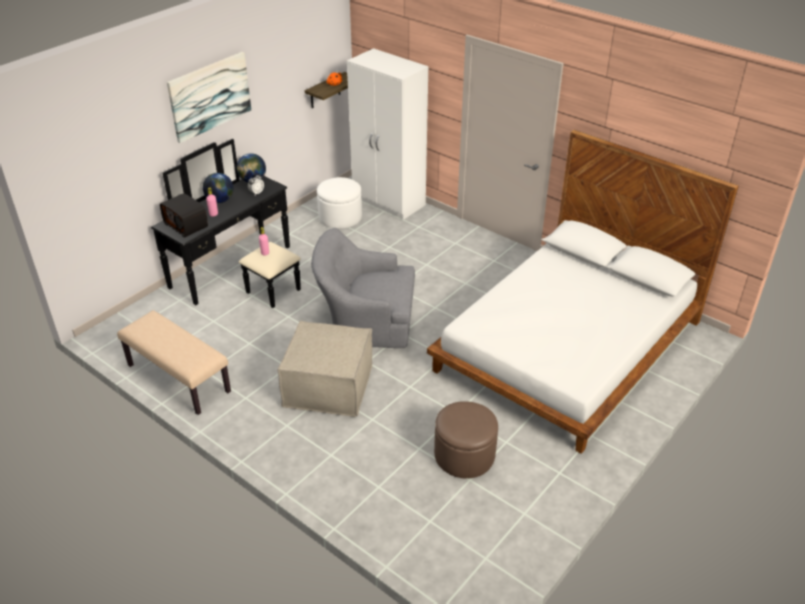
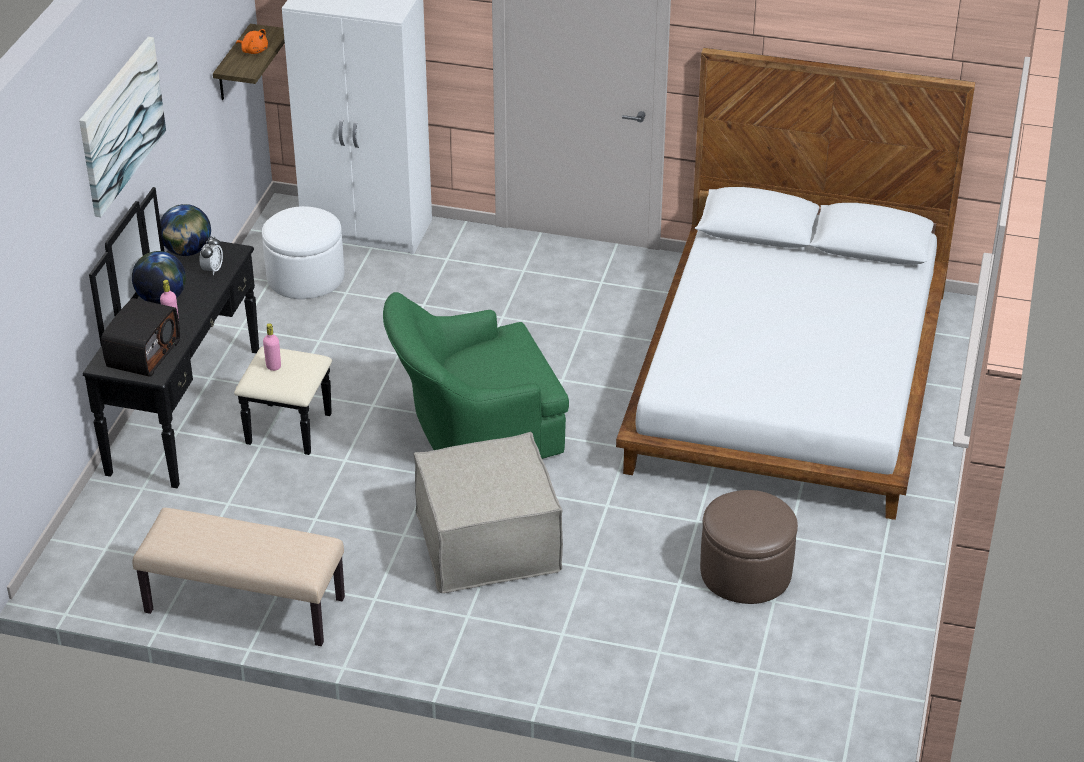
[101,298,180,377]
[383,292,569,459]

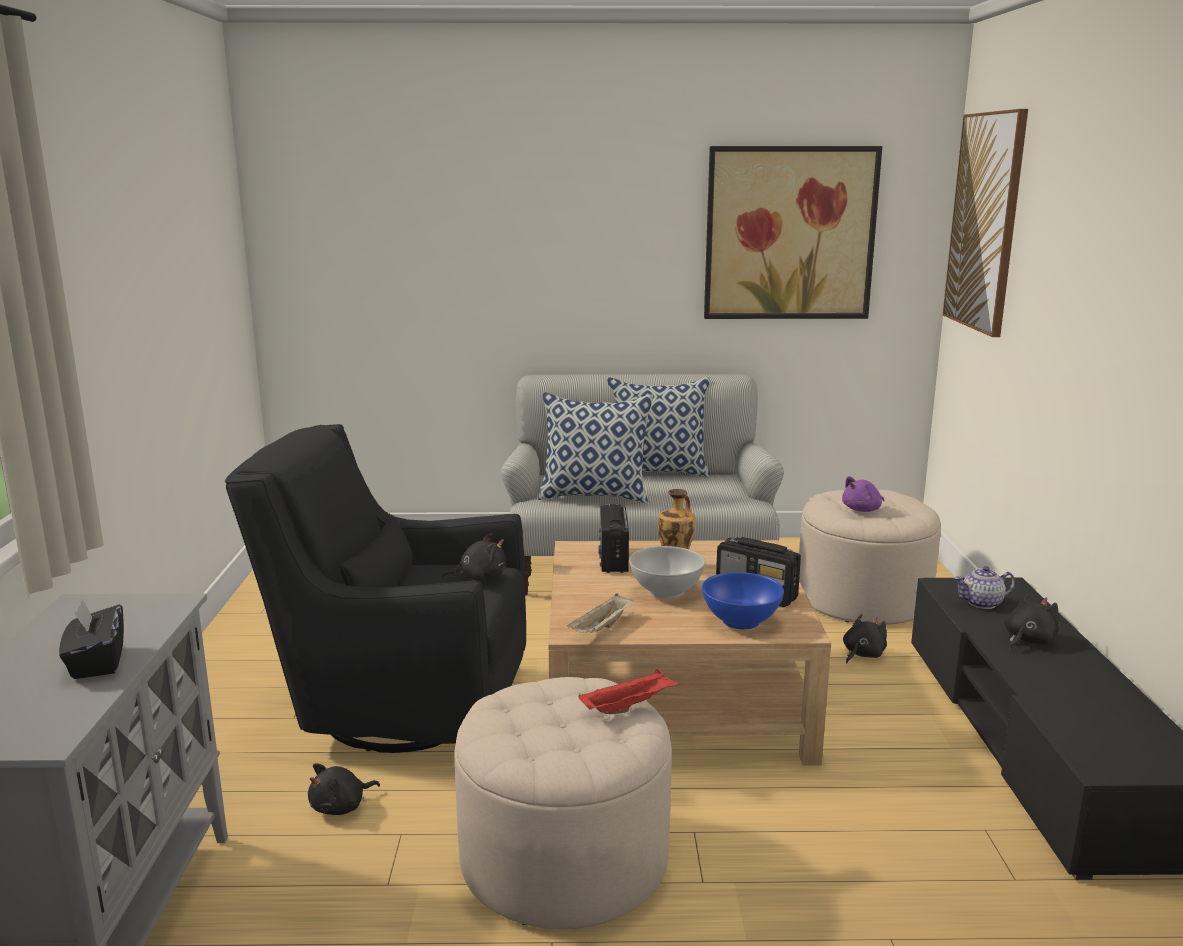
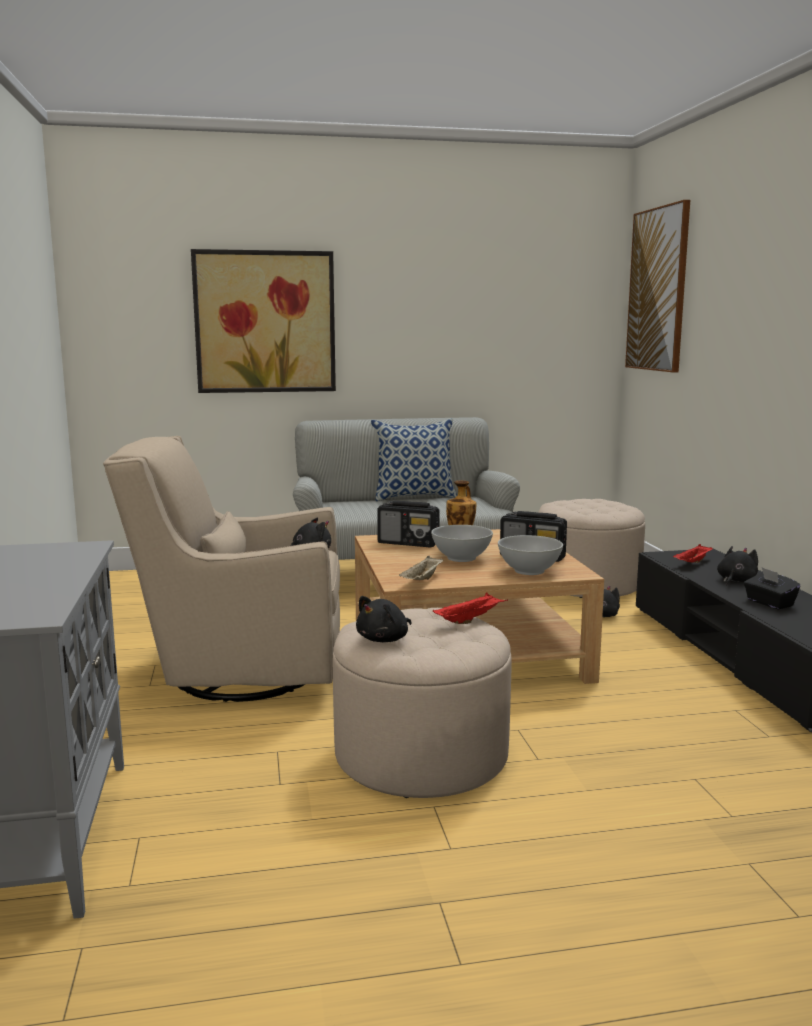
[744,568,800,610]
[103,436,340,702]
[356,596,411,642]
[538,392,653,504] (first image)
[377,501,440,548]
[498,535,563,575]
[191,249,336,393]
[842,476,884,512] (first image)
[673,544,713,563]

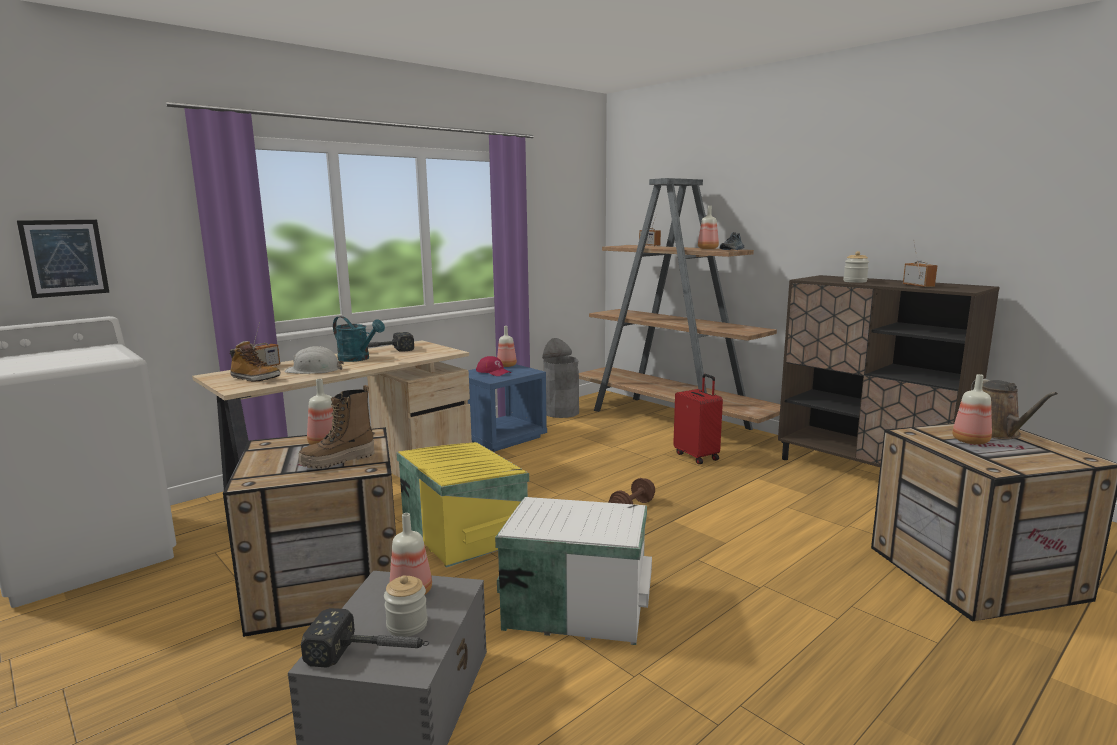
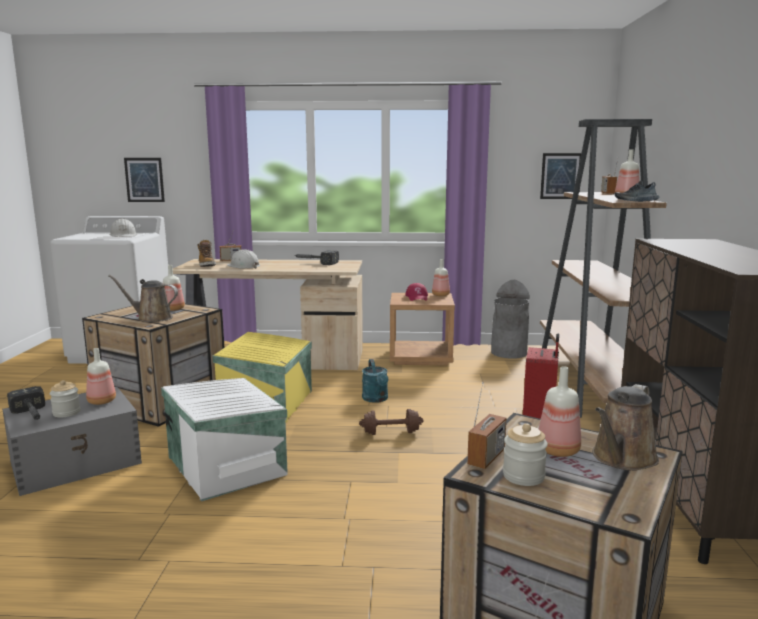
[108,275,178,322]
[362,359,388,403]
[390,293,455,366]
[503,423,548,486]
[467,382,506,469]
[109,219,137,237]
[540,153,581,199]

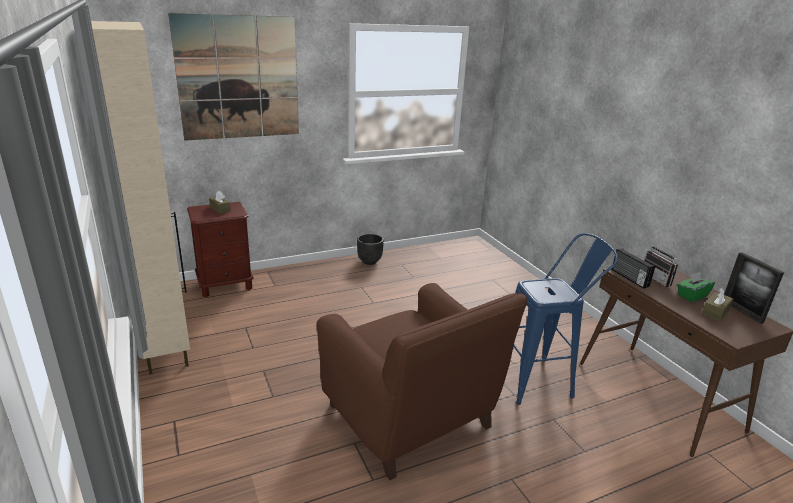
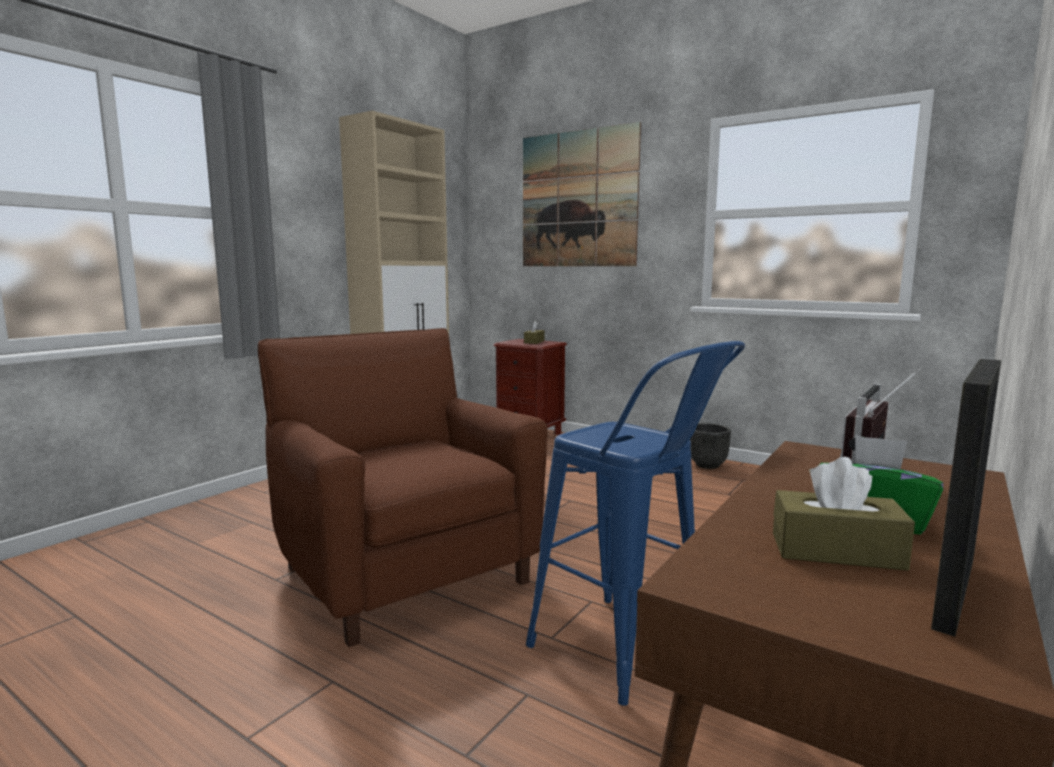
[258,328,547,647]
[612,248,655,289] (first image)

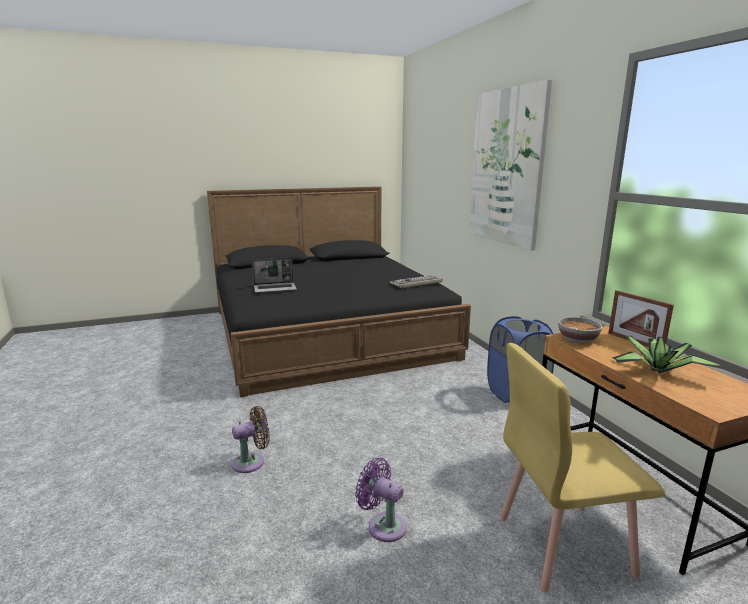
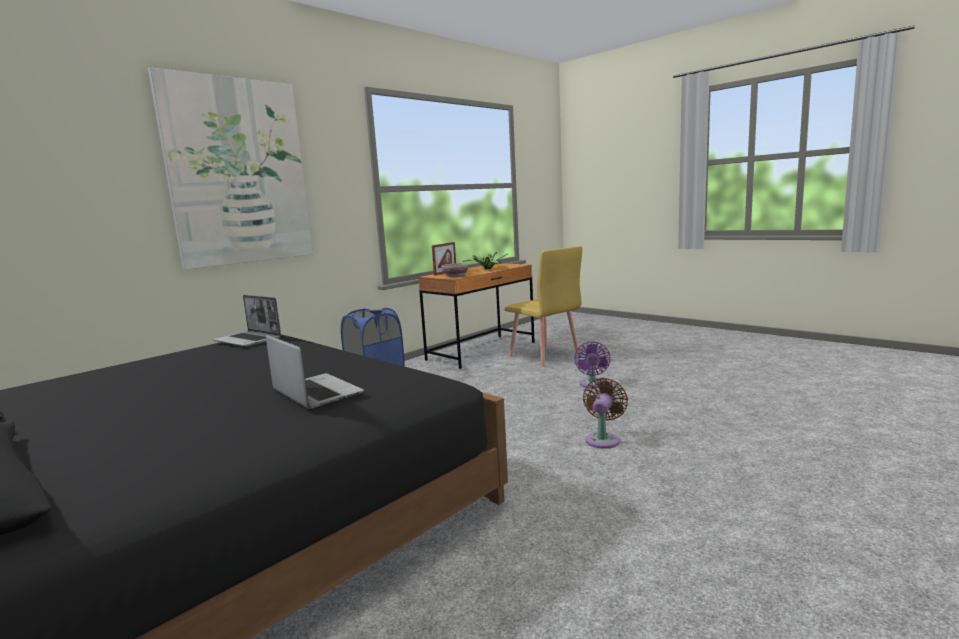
[583,378,628,449]
[212,295,281,347]

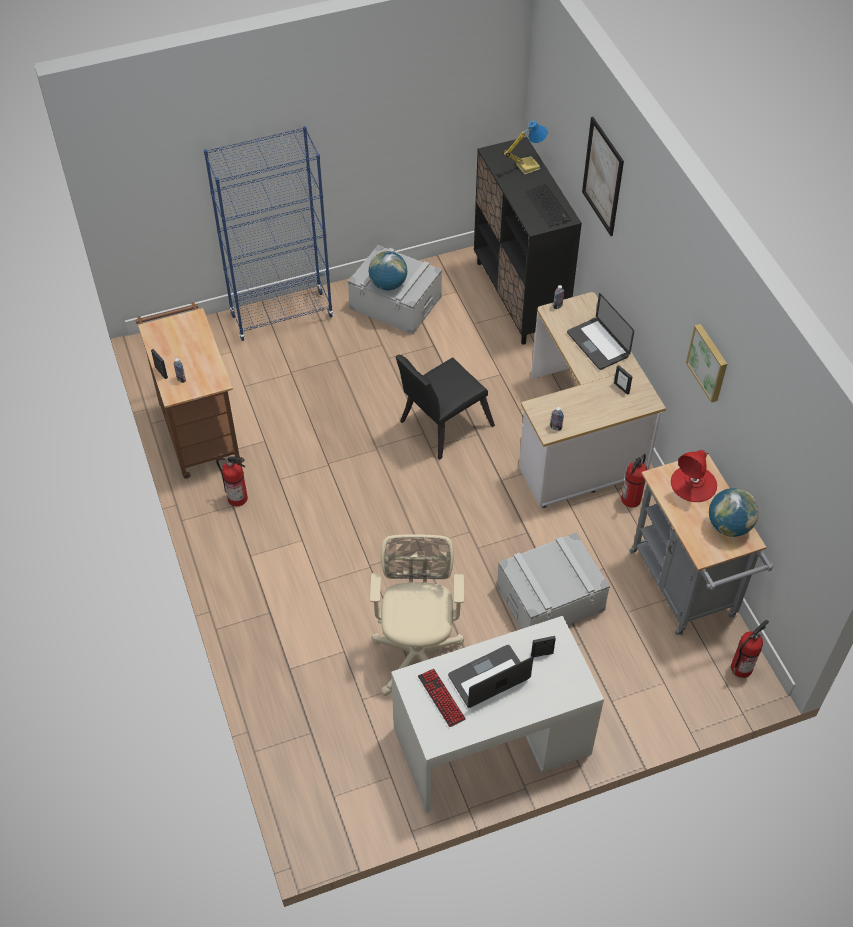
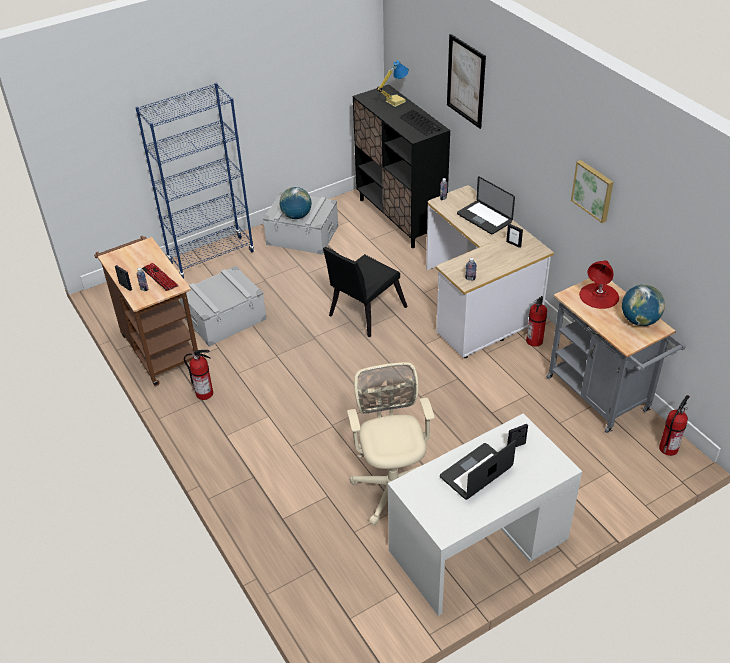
[141,263,179,291]
[180,266,267,347]

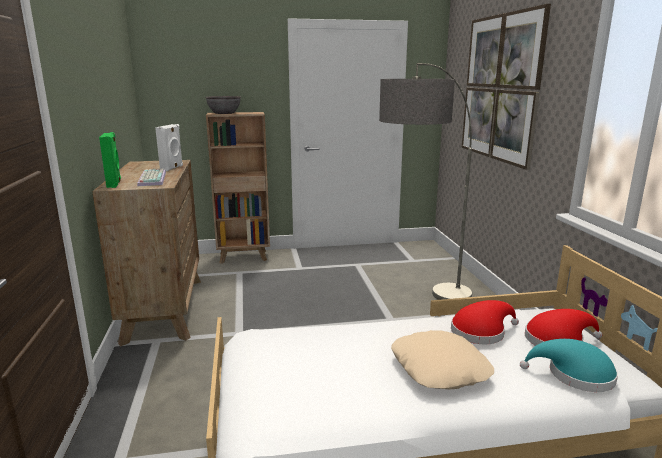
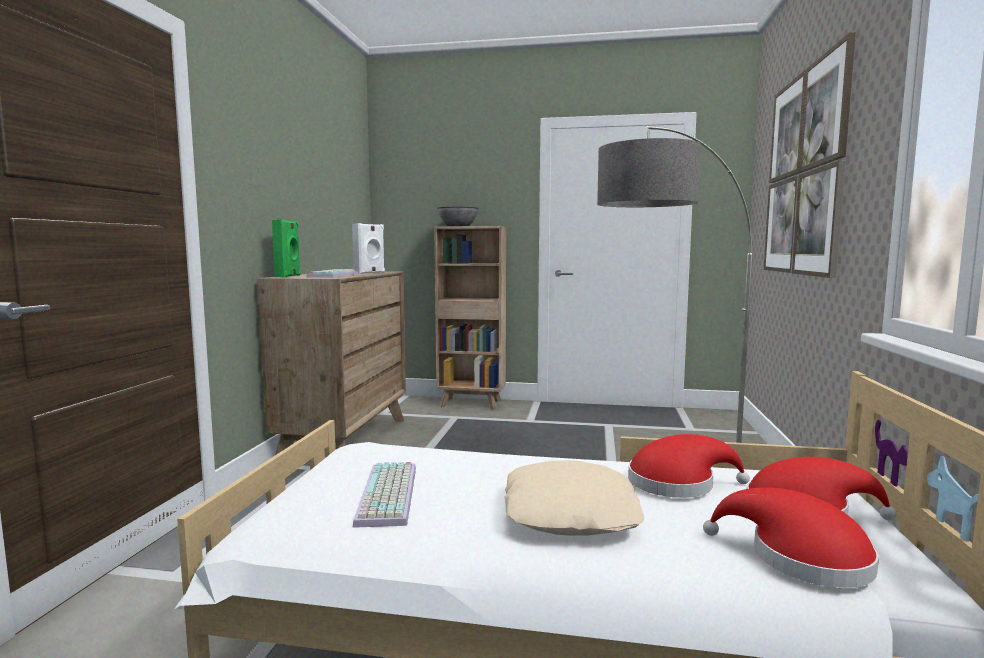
[703,487,879,588]
[352,462,416,528]

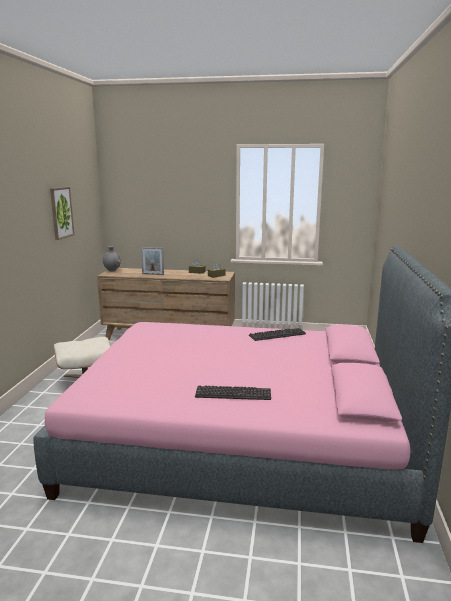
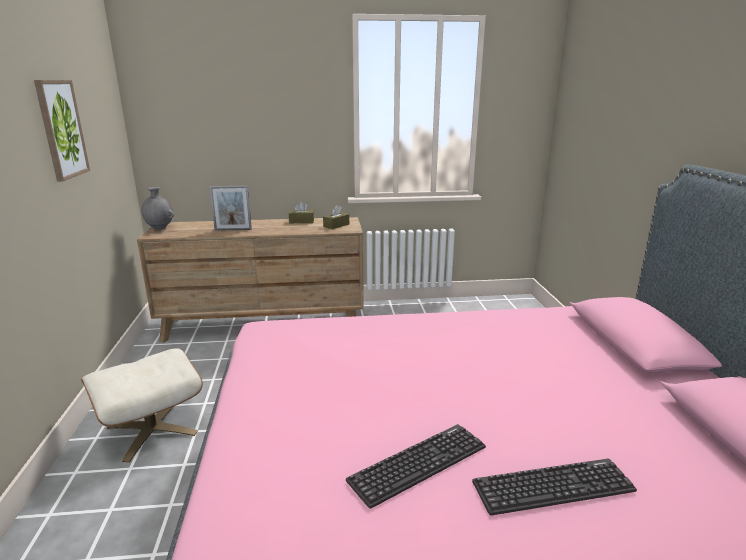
[346,424,486,509]

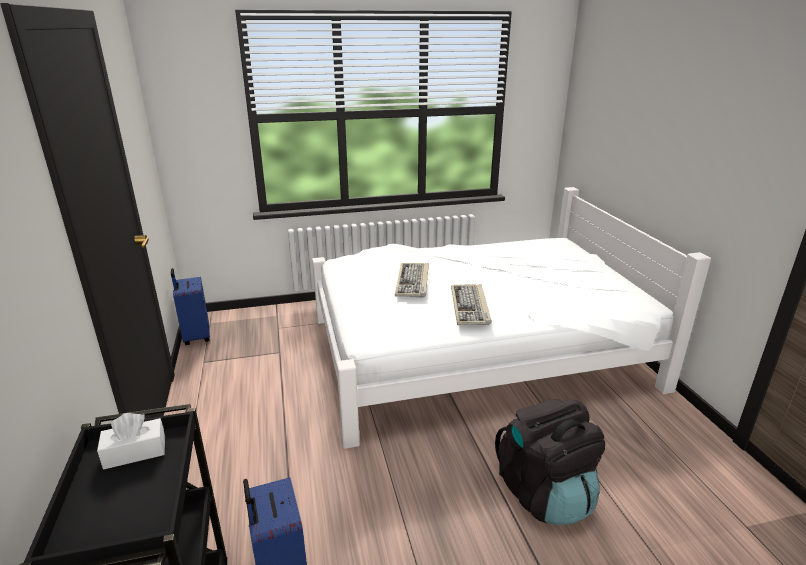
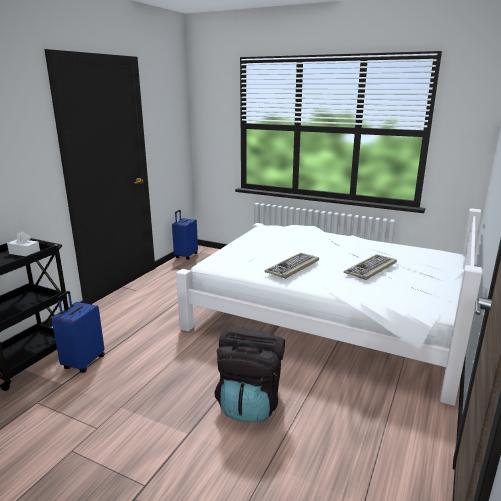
[344,254,397,280]

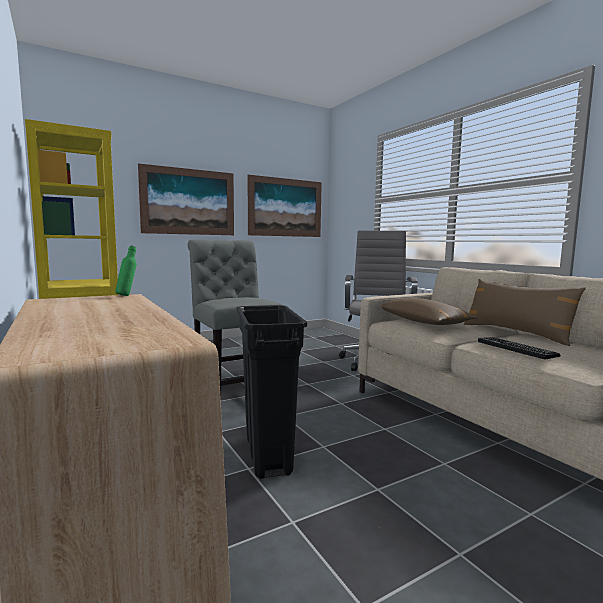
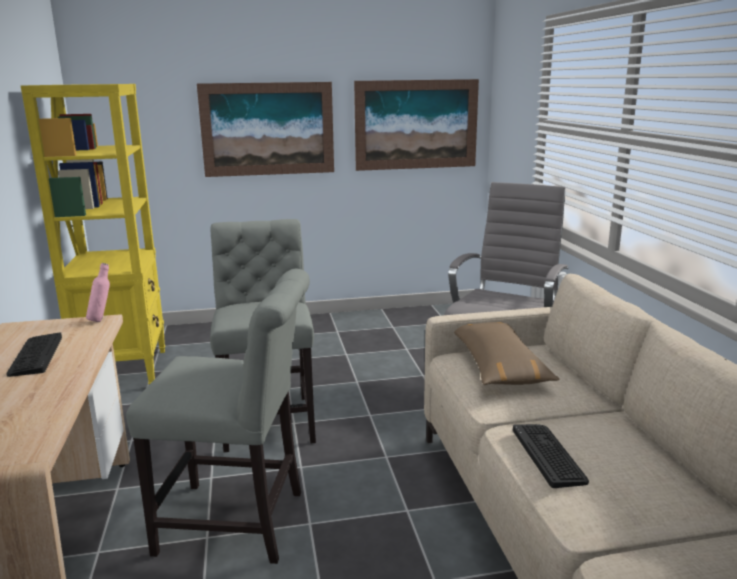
[86,263,110,322]
[126,269,310,564]
[464,279,586,346] (first image)
[7,332,62,377]

